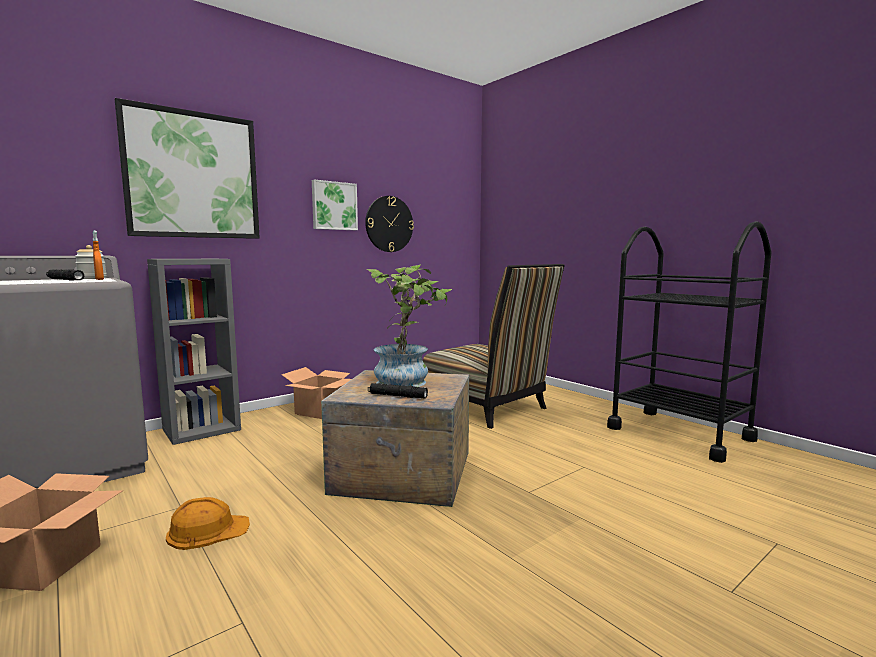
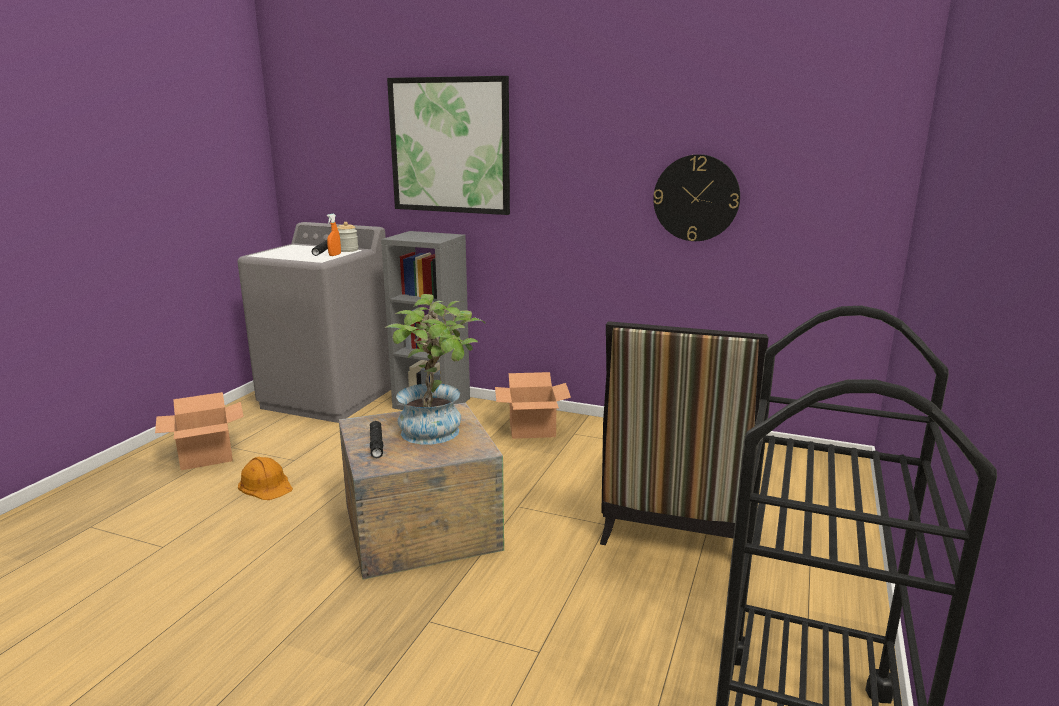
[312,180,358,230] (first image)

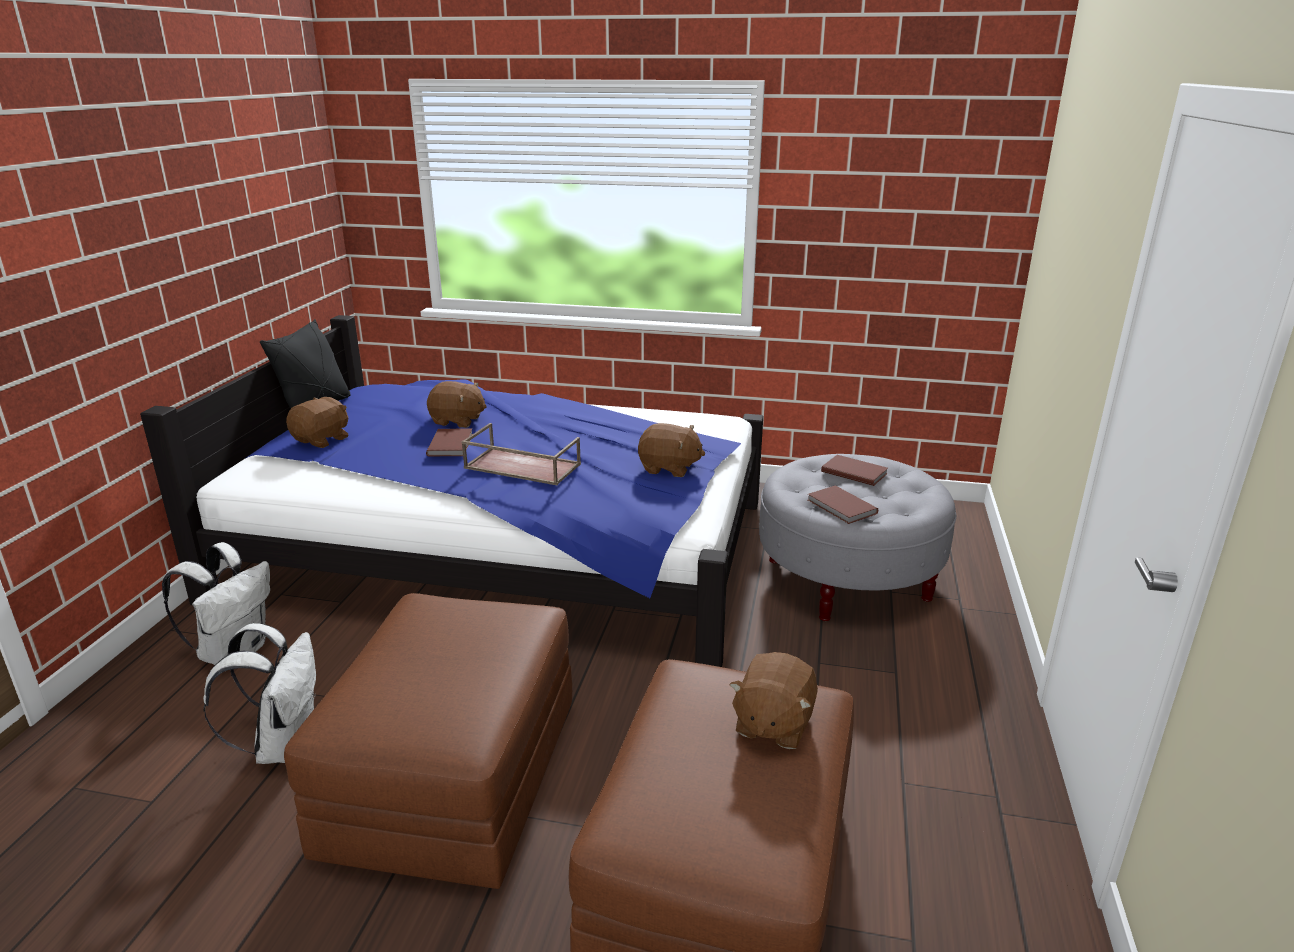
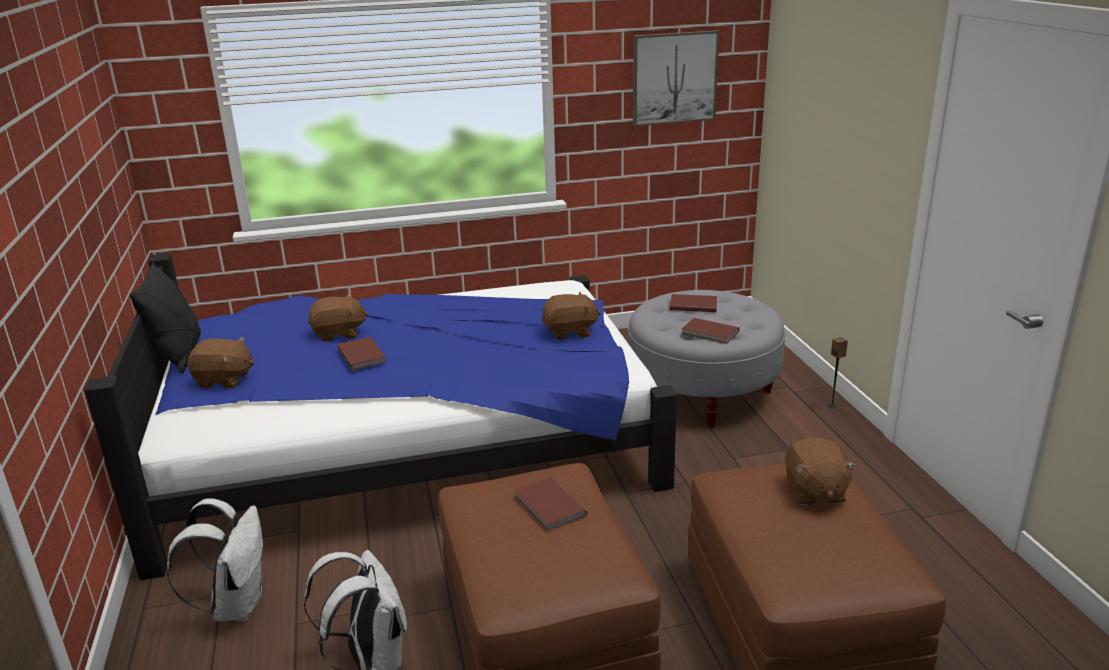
[188,337,254,388]
[461,423,581,485] (first image)
[515,477,587,532]
[633,30,719,126]
[827,337,848,408]

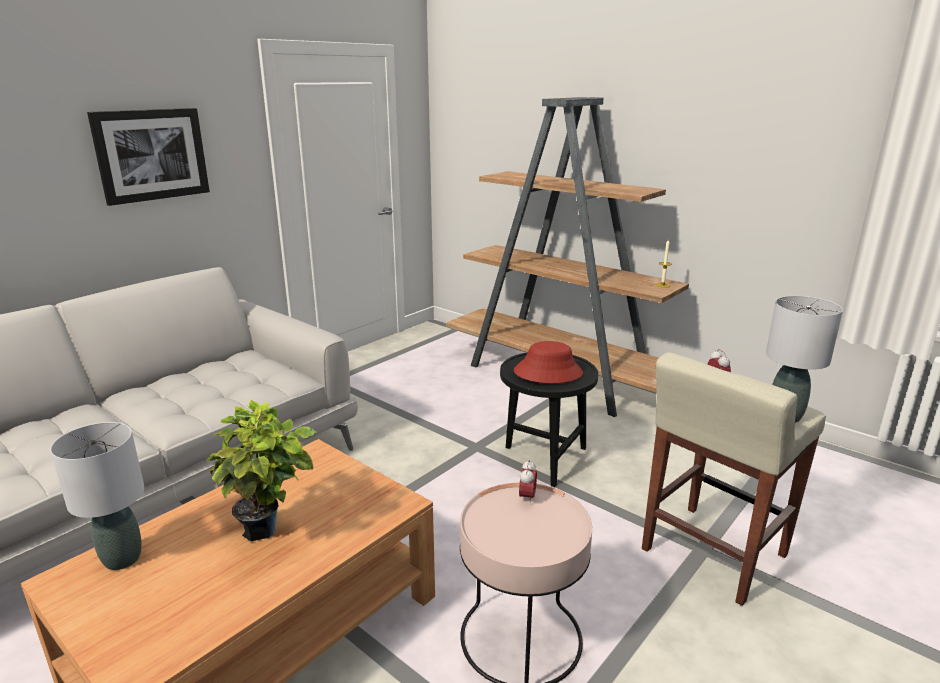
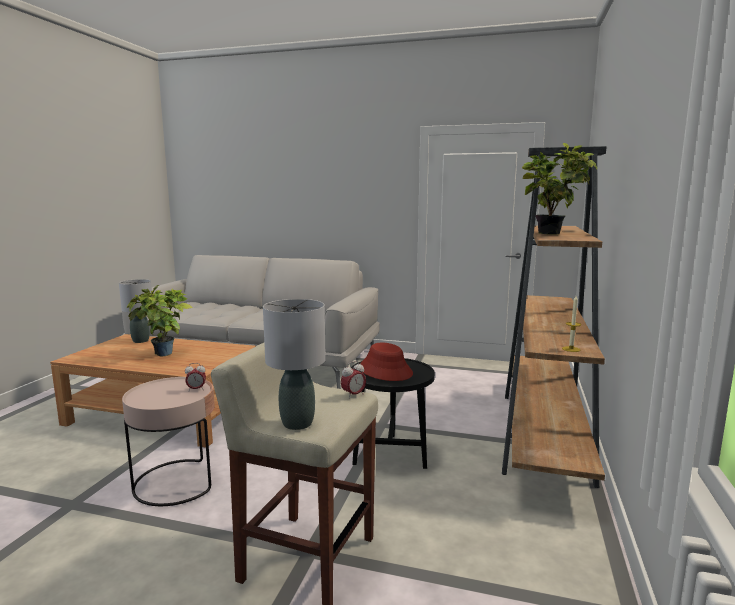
[87,108,210,206] (first image)
[522,143,597,234]

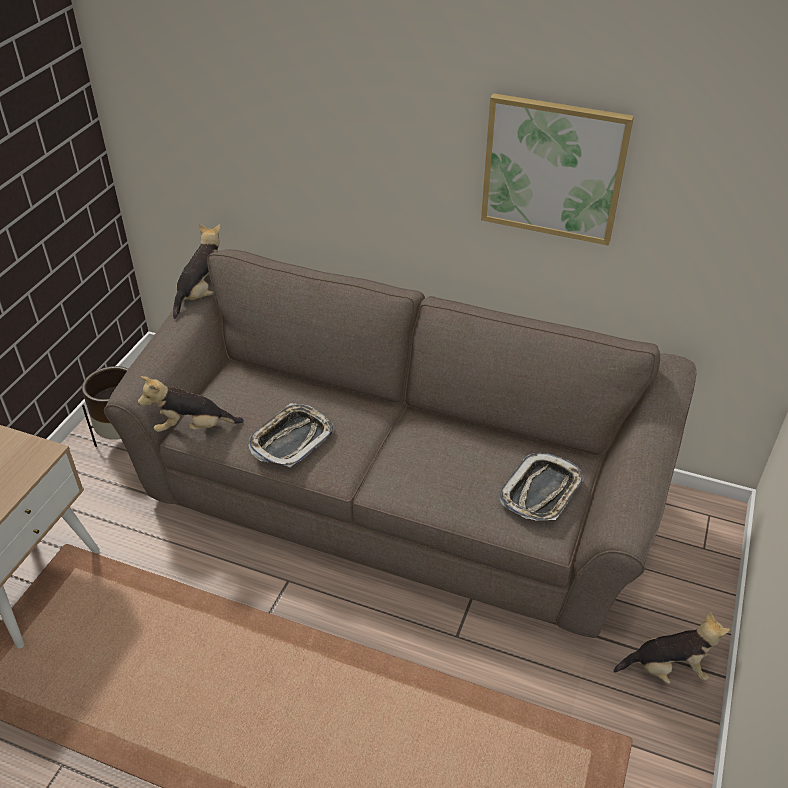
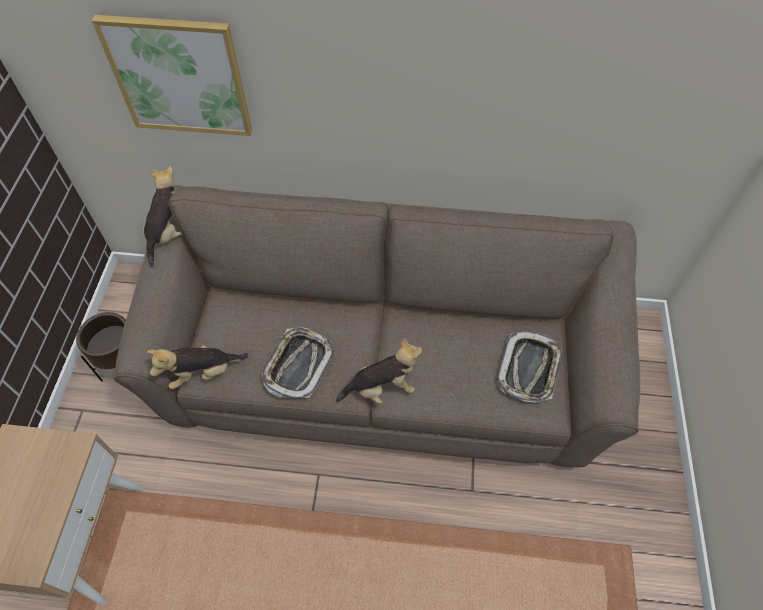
[92,15,252,136]
[336,338,422,404]

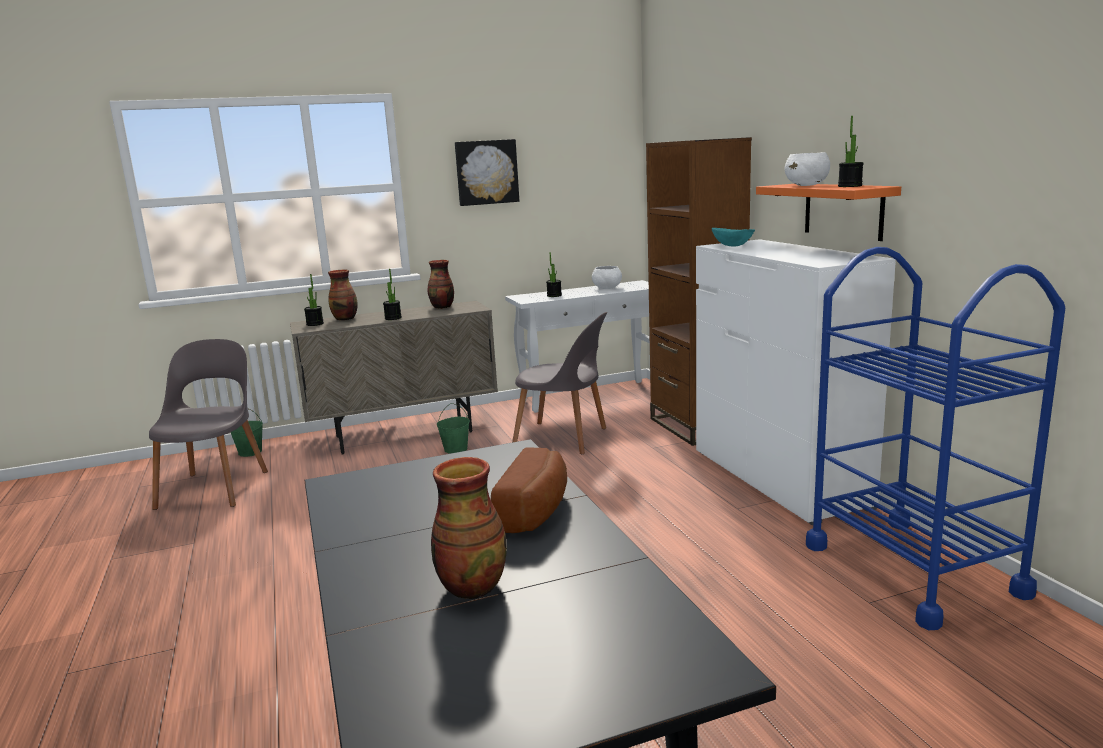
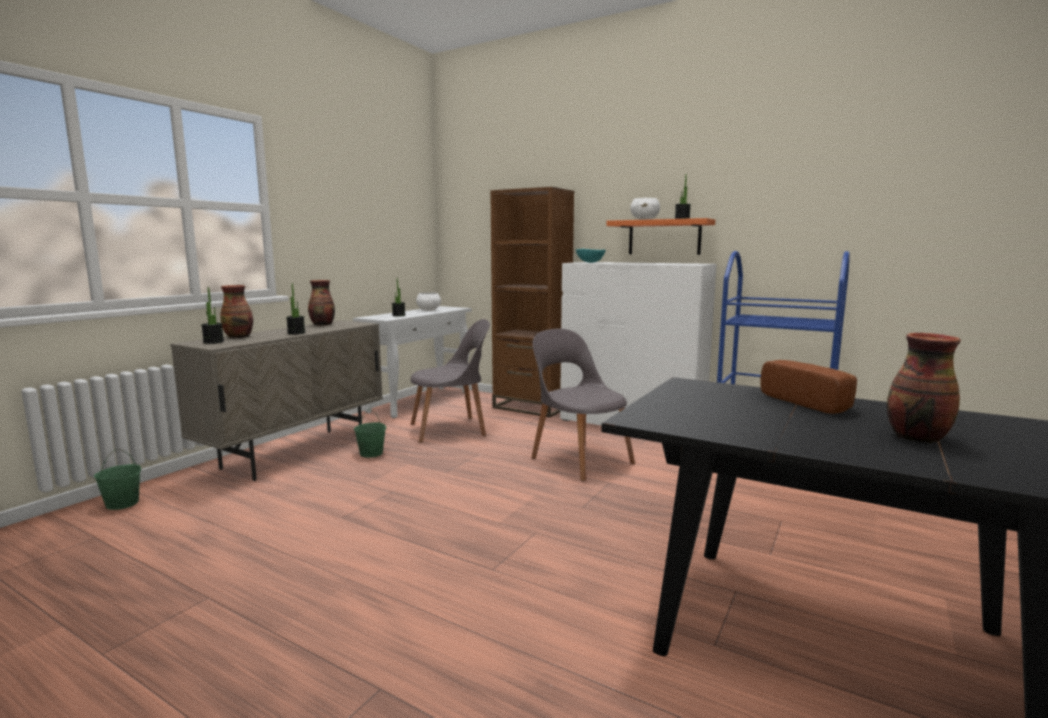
[531,329,635,481]
[455,139,519,206] (first image)

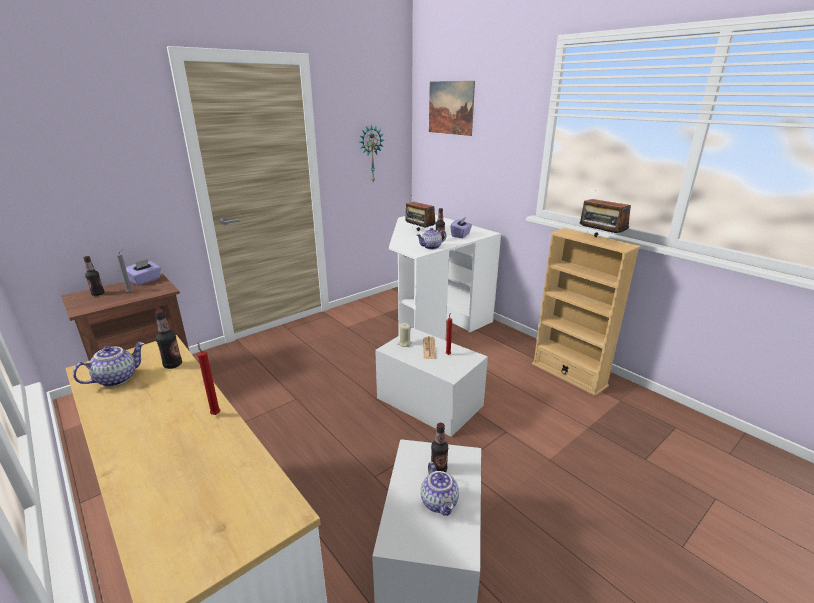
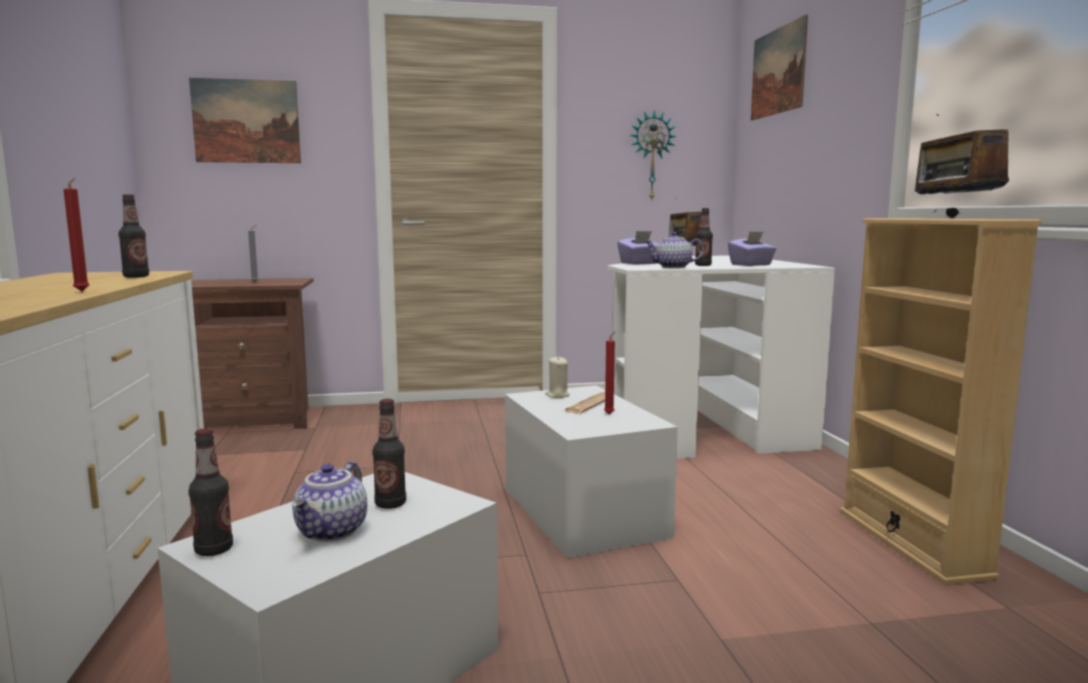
[73,343,145,387] (first image)
[189,428,233,556]
[617,231,659,265]
[189,78,301,163]

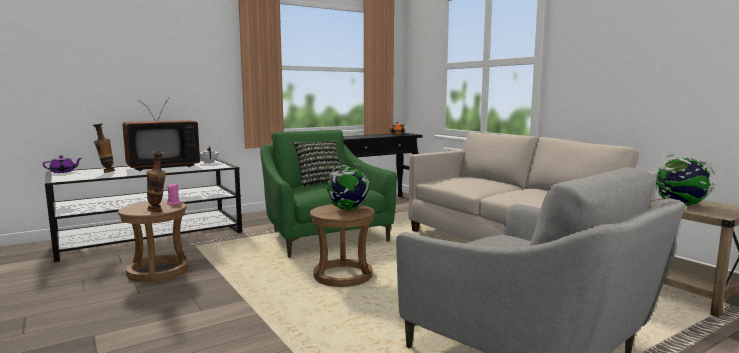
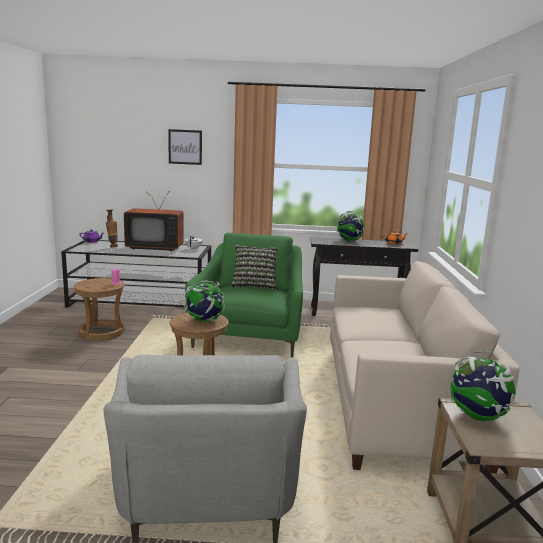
[147,151,166,212] (first image)
[168,129,202,165]
[337,211,365,242]

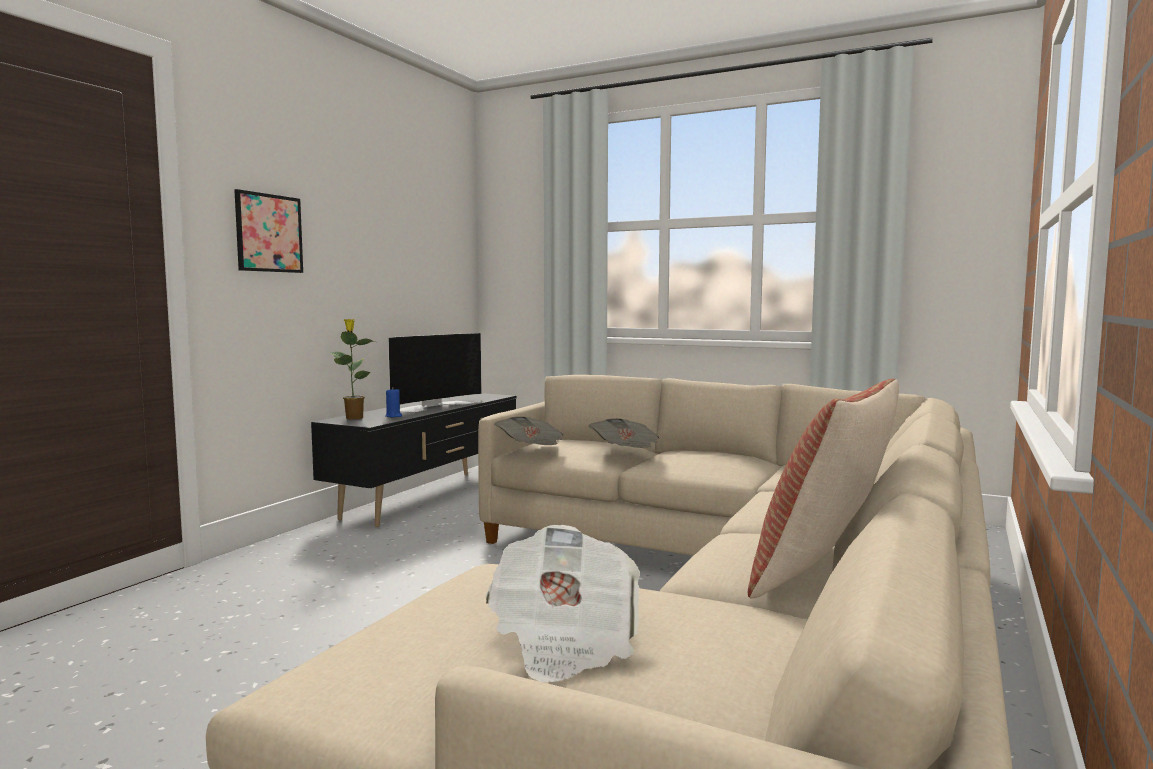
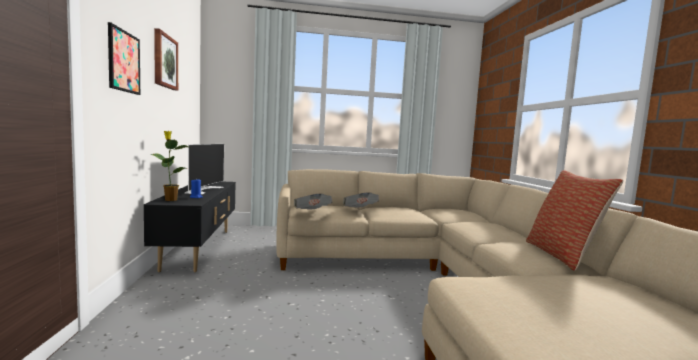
[486,525,640,683] (first image)
[154,28,178,91]

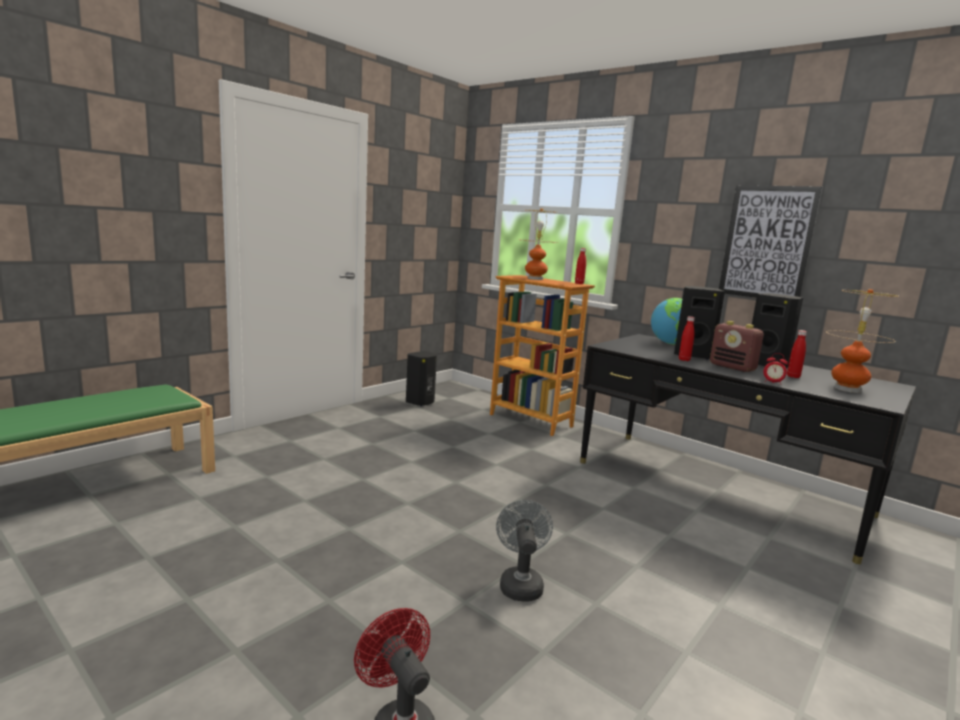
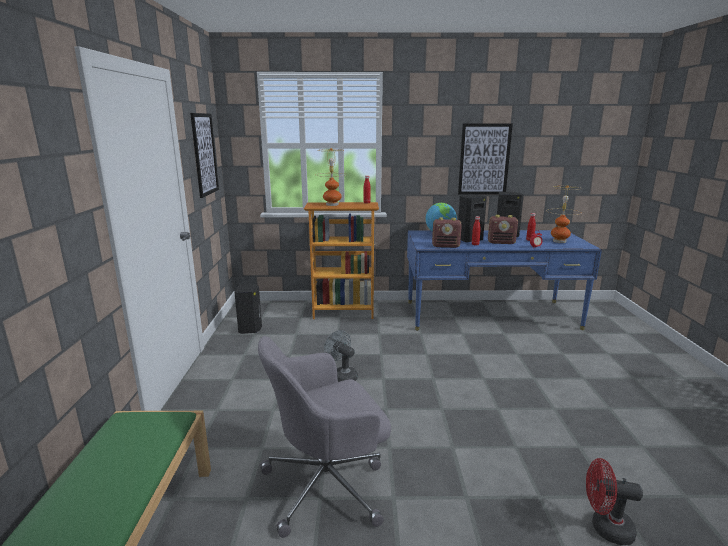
[324,330,358,382]
[407,230,602,331]
[190,113,219,198]
[258,336,391,538]
[432,217,462,248]

